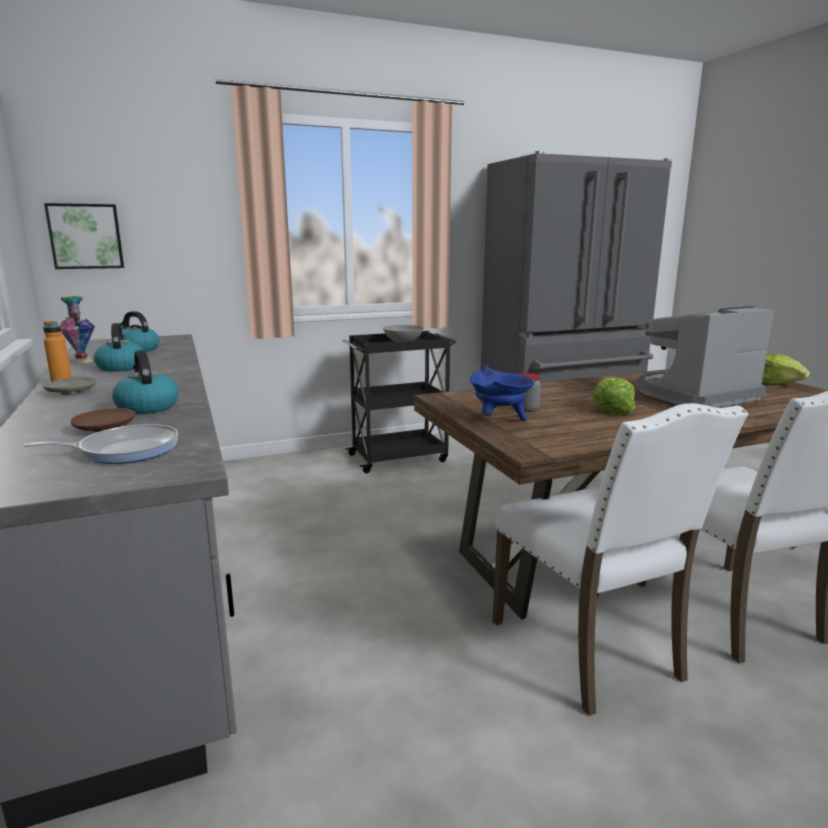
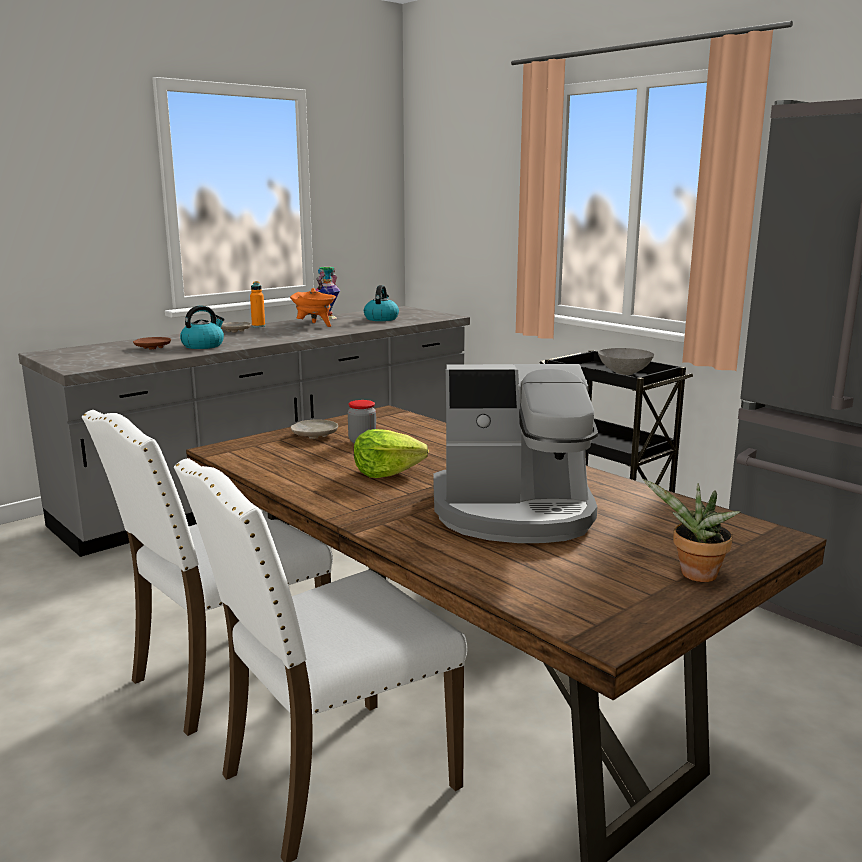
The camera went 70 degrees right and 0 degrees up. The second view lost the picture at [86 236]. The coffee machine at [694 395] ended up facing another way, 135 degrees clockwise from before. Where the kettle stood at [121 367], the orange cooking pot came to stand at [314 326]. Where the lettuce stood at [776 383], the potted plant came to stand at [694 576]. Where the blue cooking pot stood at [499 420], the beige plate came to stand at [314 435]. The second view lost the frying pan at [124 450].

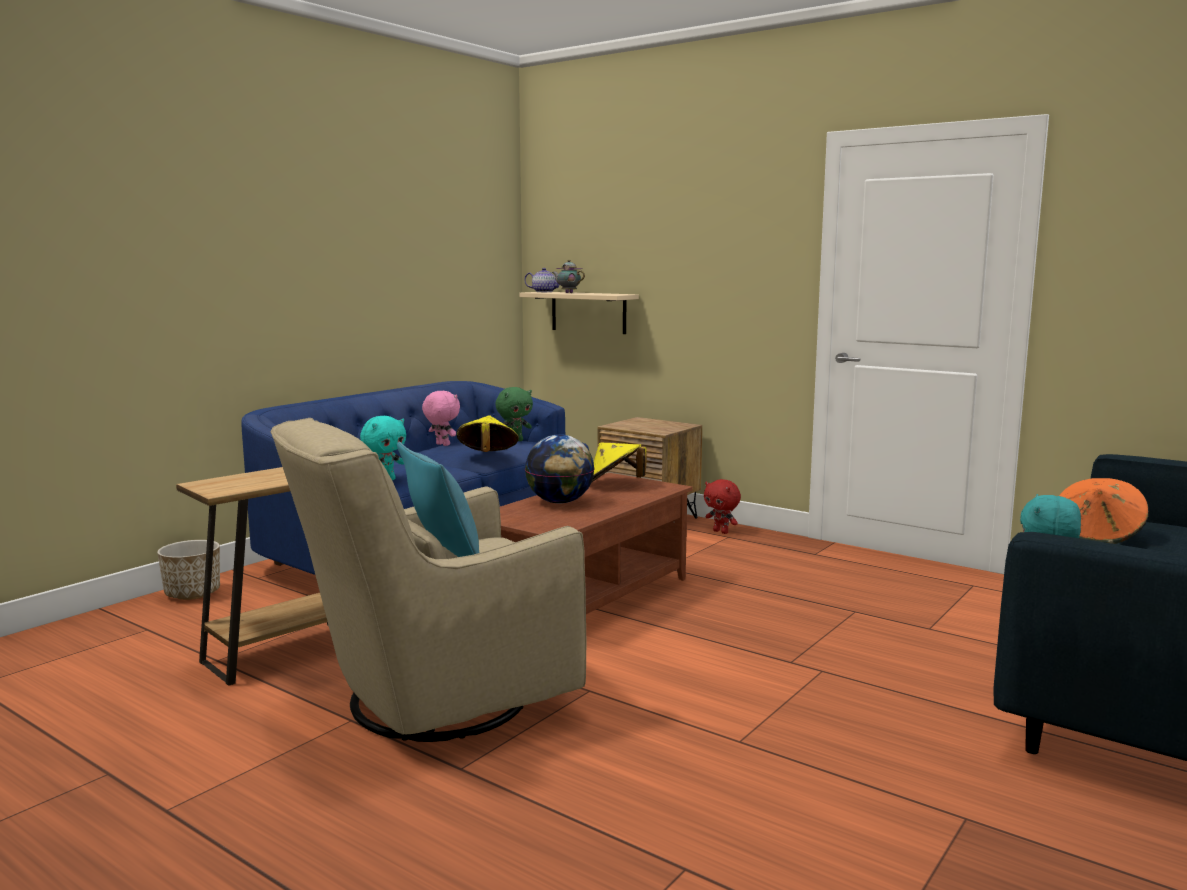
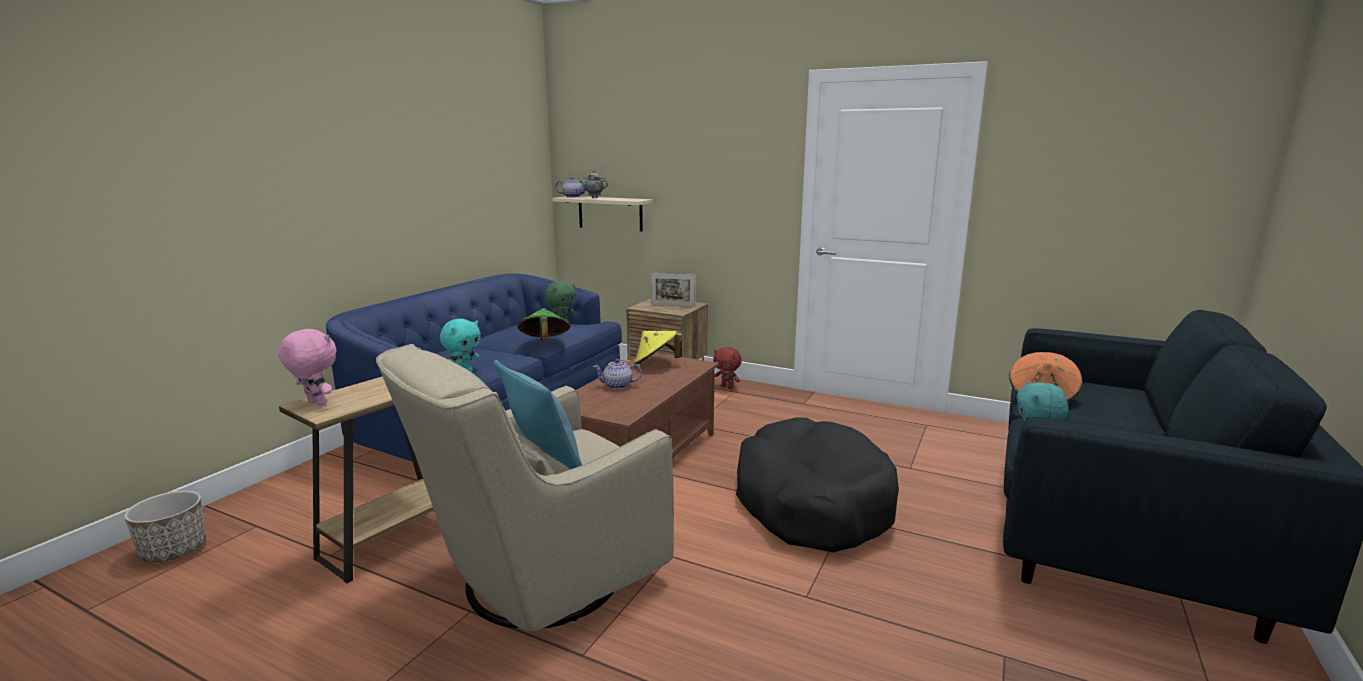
The camera went 10 degrees left and 5 degrees up. The pink plush toy ended up elsewhere, having gone from [442 445] to [315 403]. What was the yellow hat at [487 456] turned into the green hat at [544 342]. Where the globe stood at [559 502], the teapot came to stand at [618 386]. The planter ended up elsewhere, having gone from [193 594] to [174 550]. The second view gained the picture frame at [672 305]. The second view gained the black dog bed at [812 502].

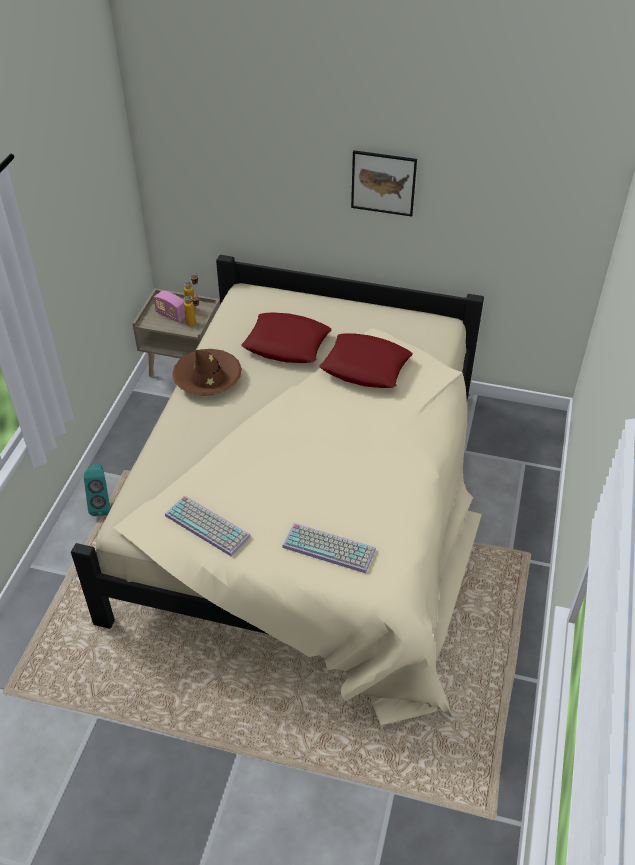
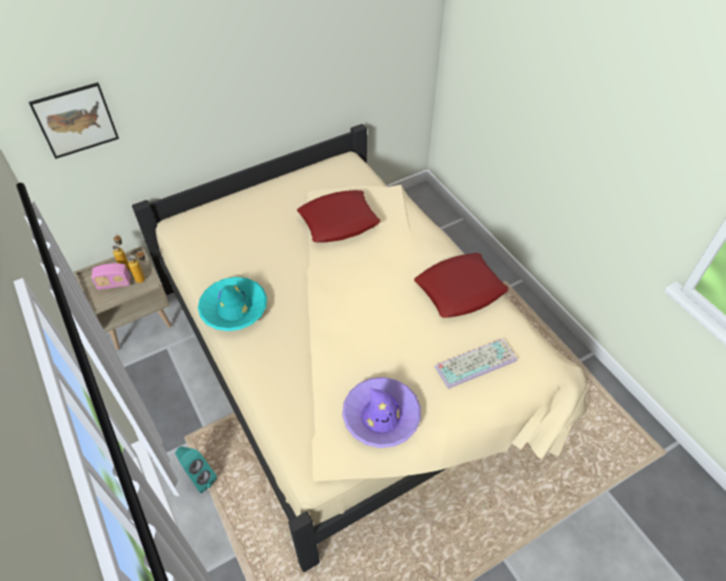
The camera went 45 degrees left and 5 degrees up. The picture ended up elsewhere, having gone from [383 183] to [75 120]. The red pillow ended up elsewhere, having gone from [287 344] to [460 290]. What was the brown hat at [207 378] turned into the turquoise hat at [234 309]. Where the keyboard stood at [209 525], the purple hat came to stand at [381 416].

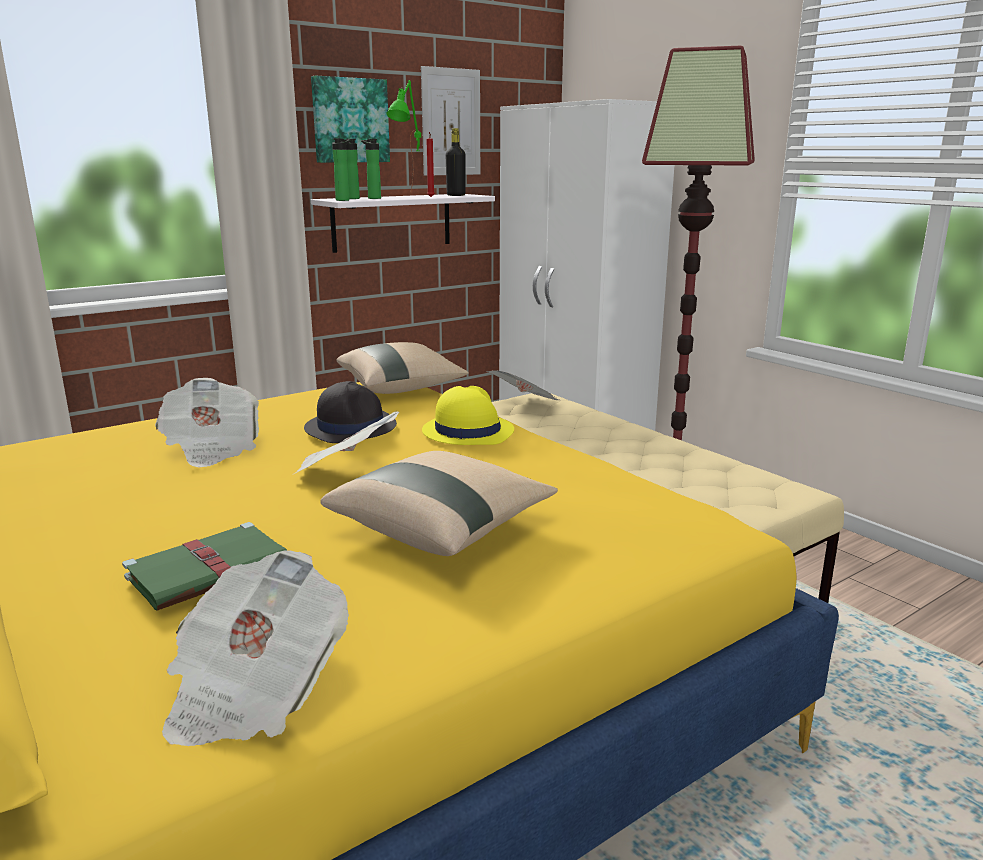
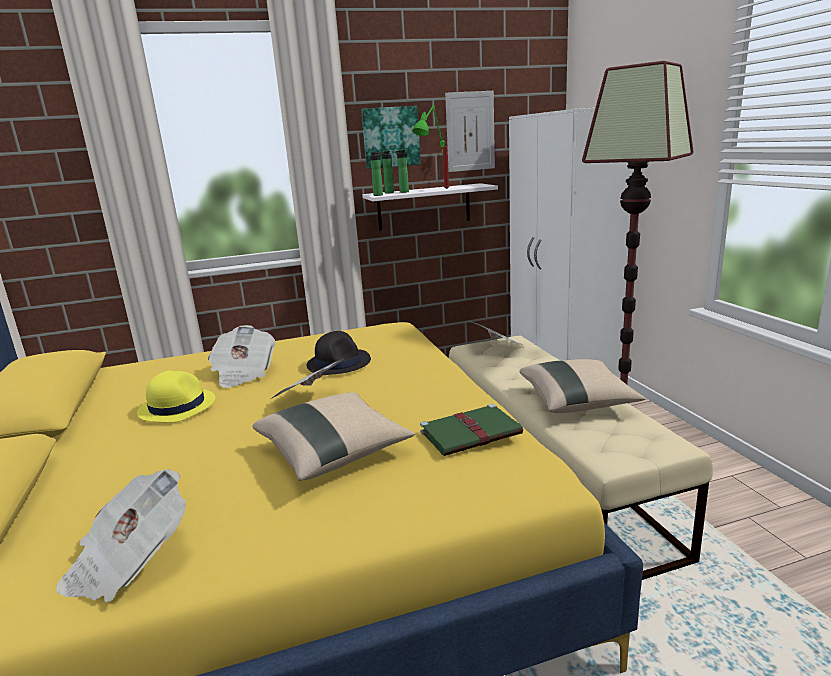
The camera went 20 degrees right and 0 degrees up. The second view lost the black bottle at [456 195]. The beige pillow ended up elsewhere, having gone from [401 388] to [577 402]. The yellow hat ended up elsewhere, having gone from [467 431] to [177 406]. The green book ended up elsewhere, having gone from [211 570] to [472 433].

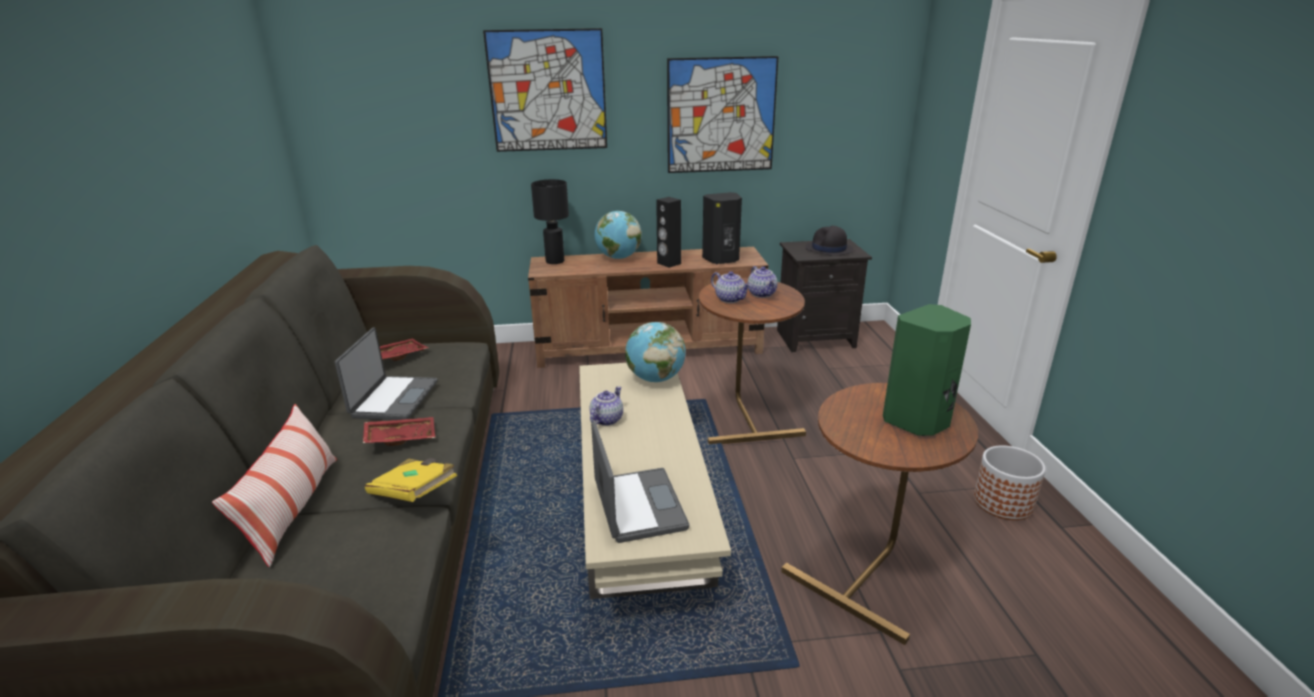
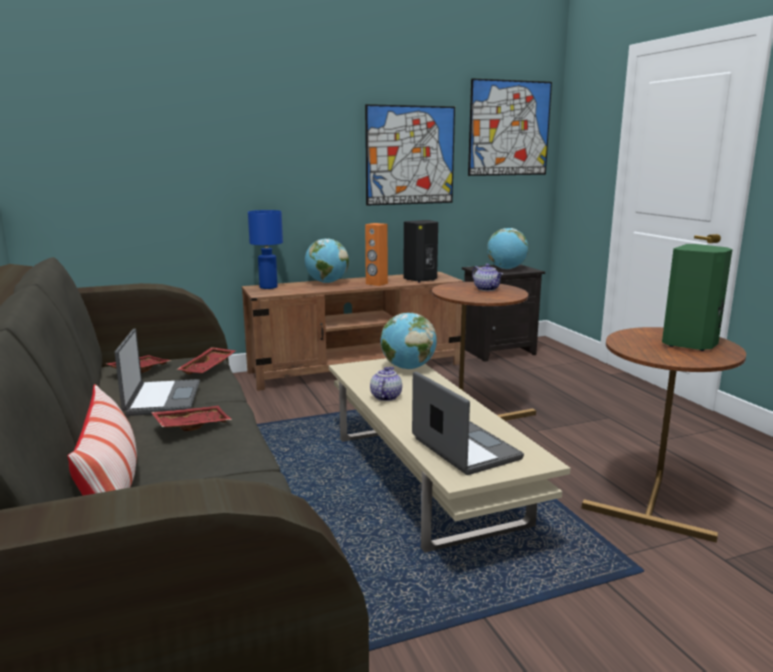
The camera went 15 degrees left and 10 degrees down. The picture ended up elsewhere, having gone from [548 91] to [509 128]. What was the black table lamp at [555 261] turned into the blue table lamp at [269 287]. What was the black speaker at [668 263] turned into the orange speaker at [376 283]. Where the black hat stood at [828 249], the globe came to stand at [506 269]. The second view lost the teapot at [730 299]. The second view lost the planter at [1002 503]. The second view lost the yellow book at [415 493]. The second view gained the red tray at [208 367].

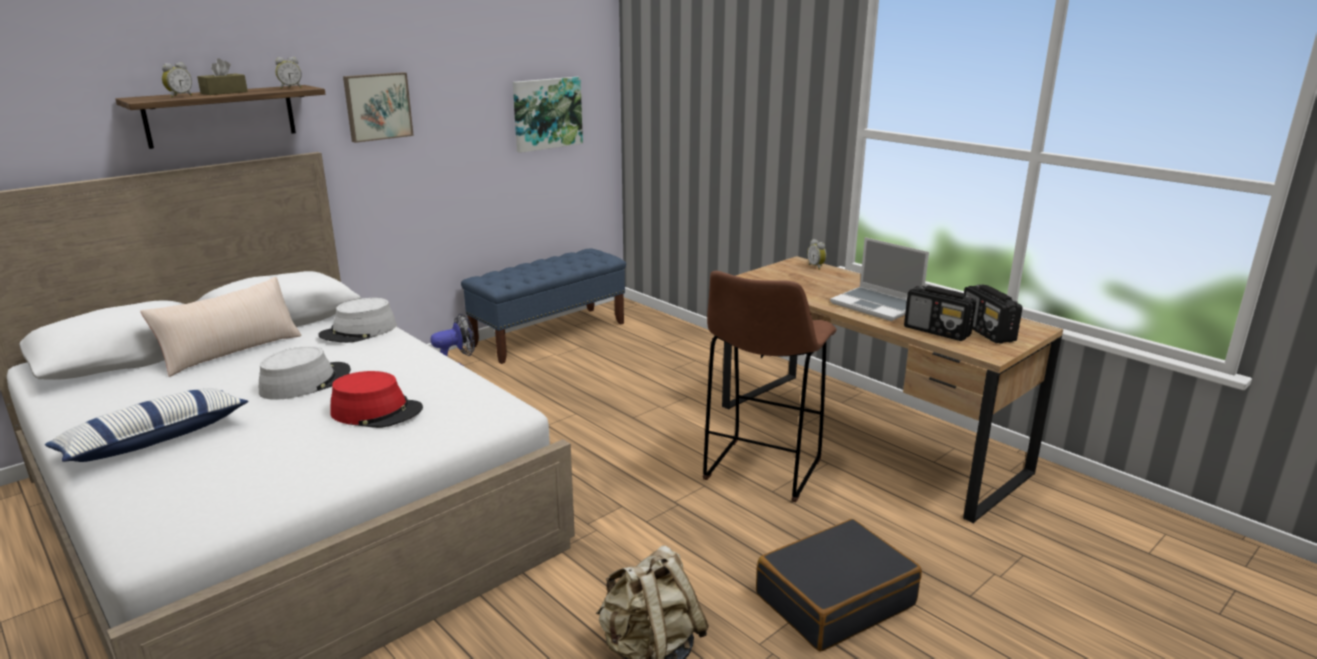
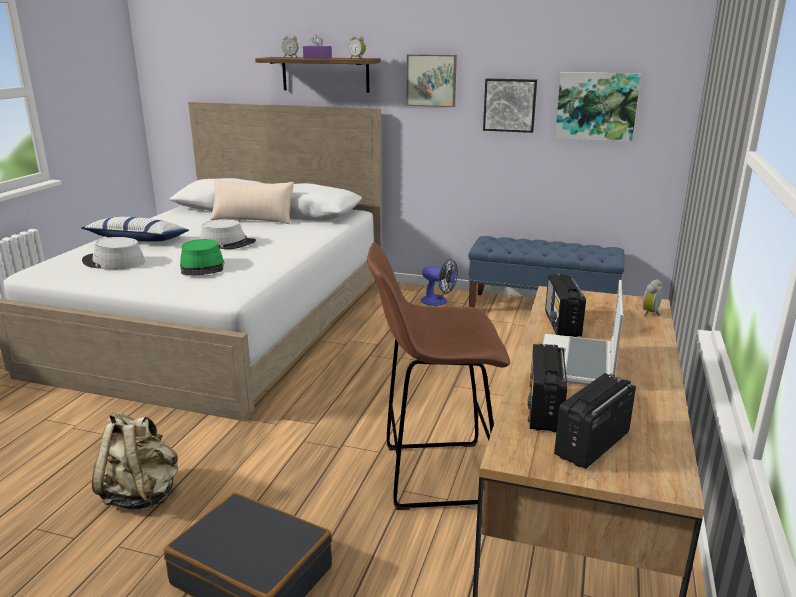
The camera went 60 degrees right and 0 degrees up. What was the brown tissue box at [224 92] turned into the purple tissue box at [317 58]. The grey hat ended up elsewhere, having gone from [359 331] to [113 262]. What was the red hat at [377 411] turned into the green hat at [202 267]. The second view gained the picture at [510 105]. The second view gained the radio at [562 324].

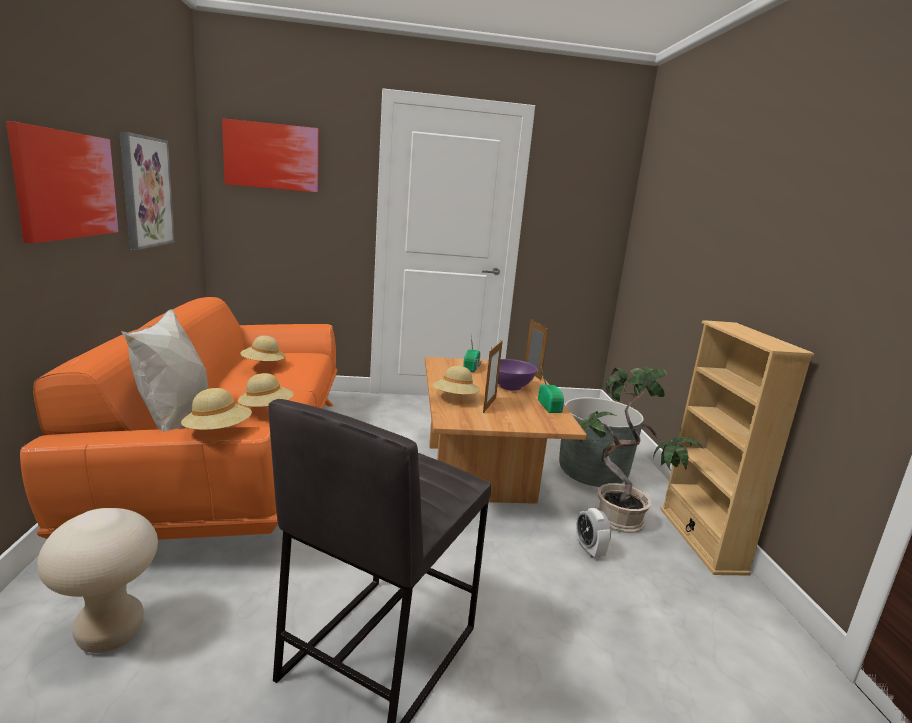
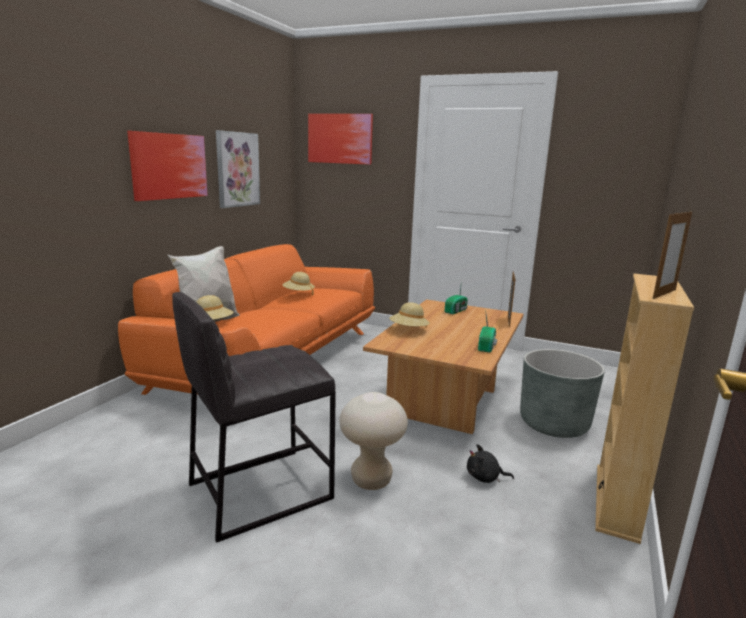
The camera went 30 degrees right and 0 degrees up. The picture frame ended up elsewhere, having gone from [489 405] to [664 294]. The second view lost the purple bowl at [510 386]. The second view lost the potted plant at [617 519]. The second view lost the beige hat at [266 409]. The beige stool ended up elsewhere, having gone from [110 634] to [371 480]. Where the alarm clock stood at [589 549], the black plush toy came to stand at [485 478].

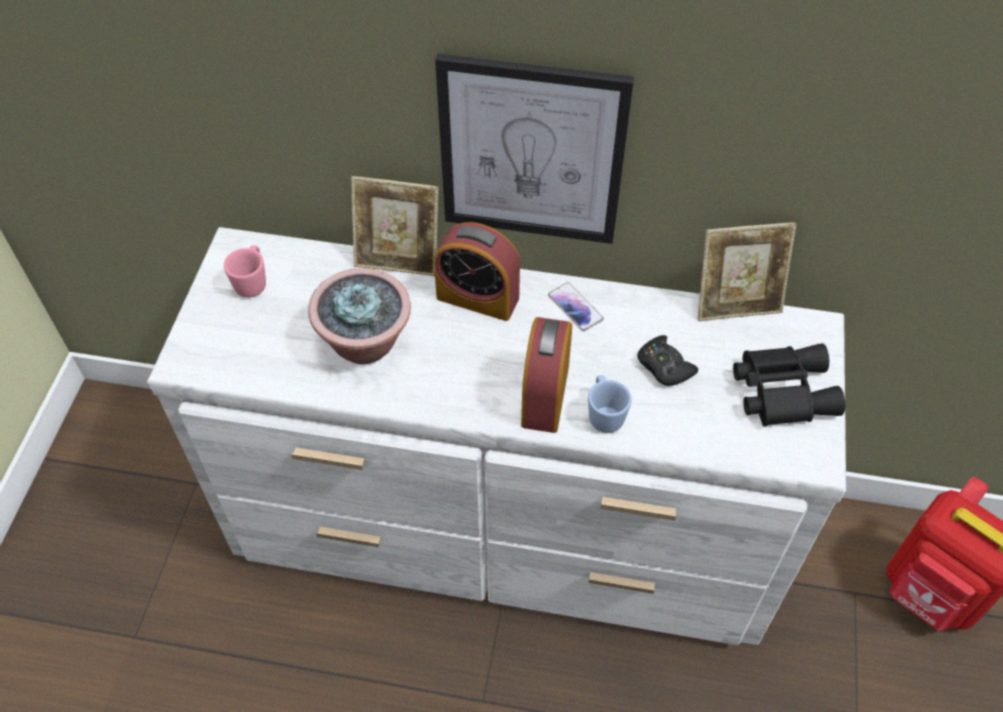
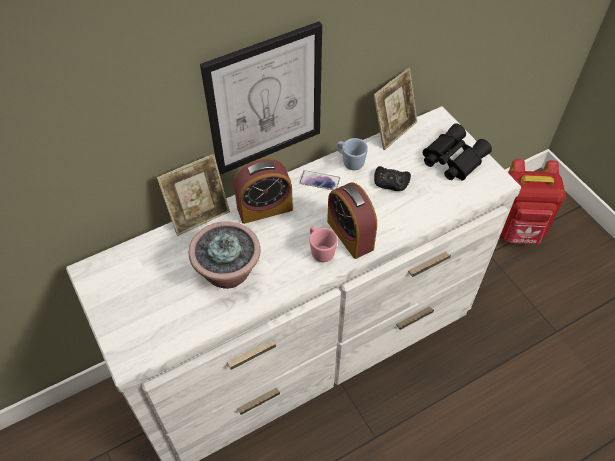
The camera went 40 degrees left and 0 degrees up. The pink mug ended up elsewhere, having gone from [253 282] to [320 251]. The blue mug ended up elsewhere, having gone from [604 414] to [350 162].

